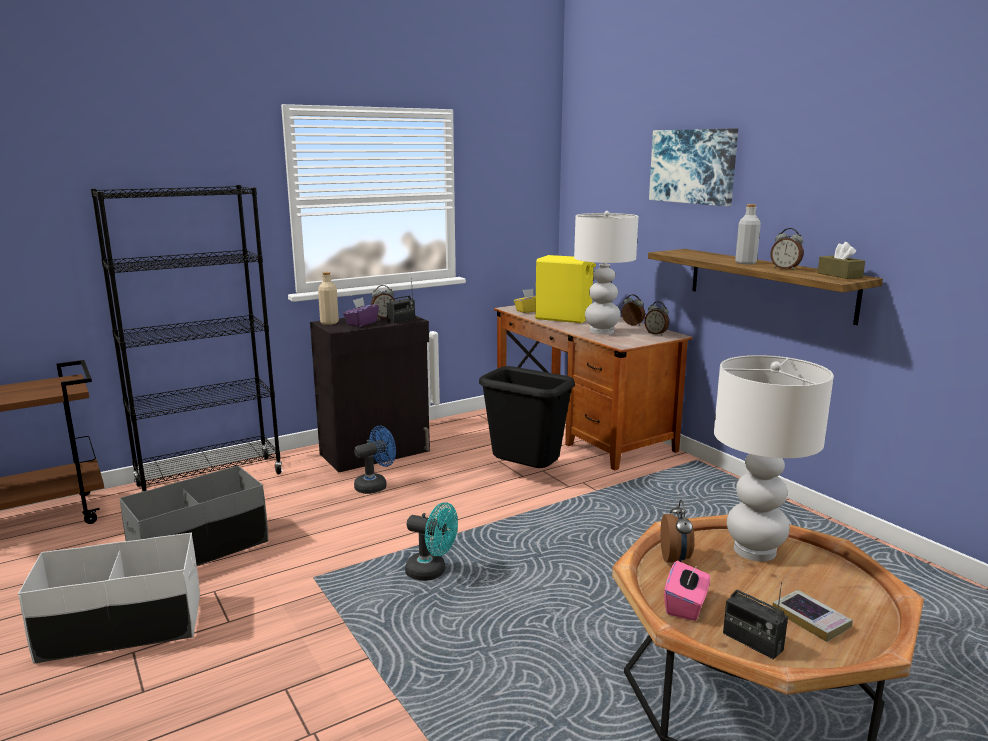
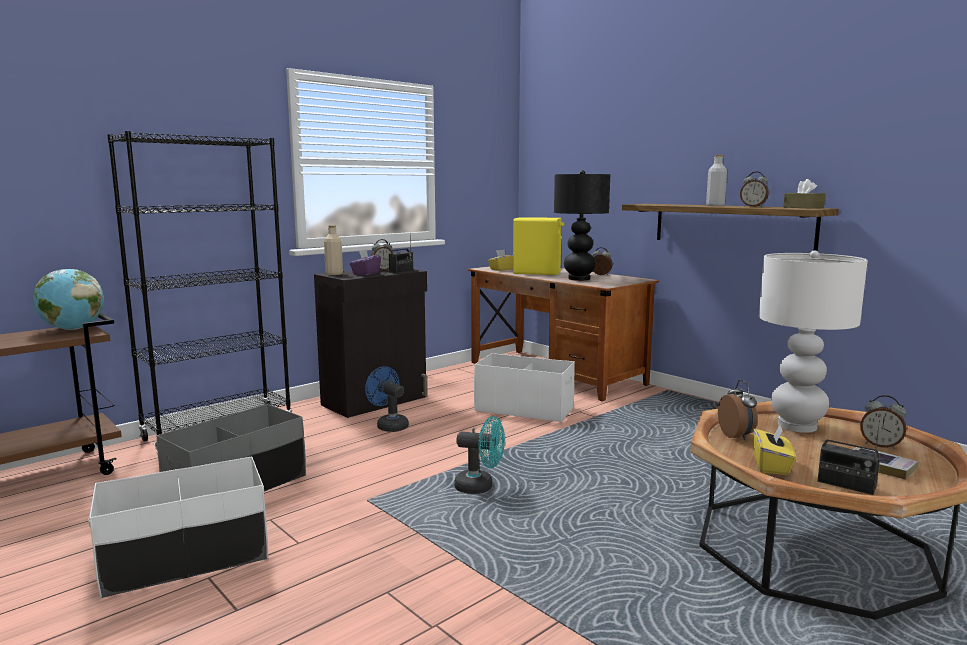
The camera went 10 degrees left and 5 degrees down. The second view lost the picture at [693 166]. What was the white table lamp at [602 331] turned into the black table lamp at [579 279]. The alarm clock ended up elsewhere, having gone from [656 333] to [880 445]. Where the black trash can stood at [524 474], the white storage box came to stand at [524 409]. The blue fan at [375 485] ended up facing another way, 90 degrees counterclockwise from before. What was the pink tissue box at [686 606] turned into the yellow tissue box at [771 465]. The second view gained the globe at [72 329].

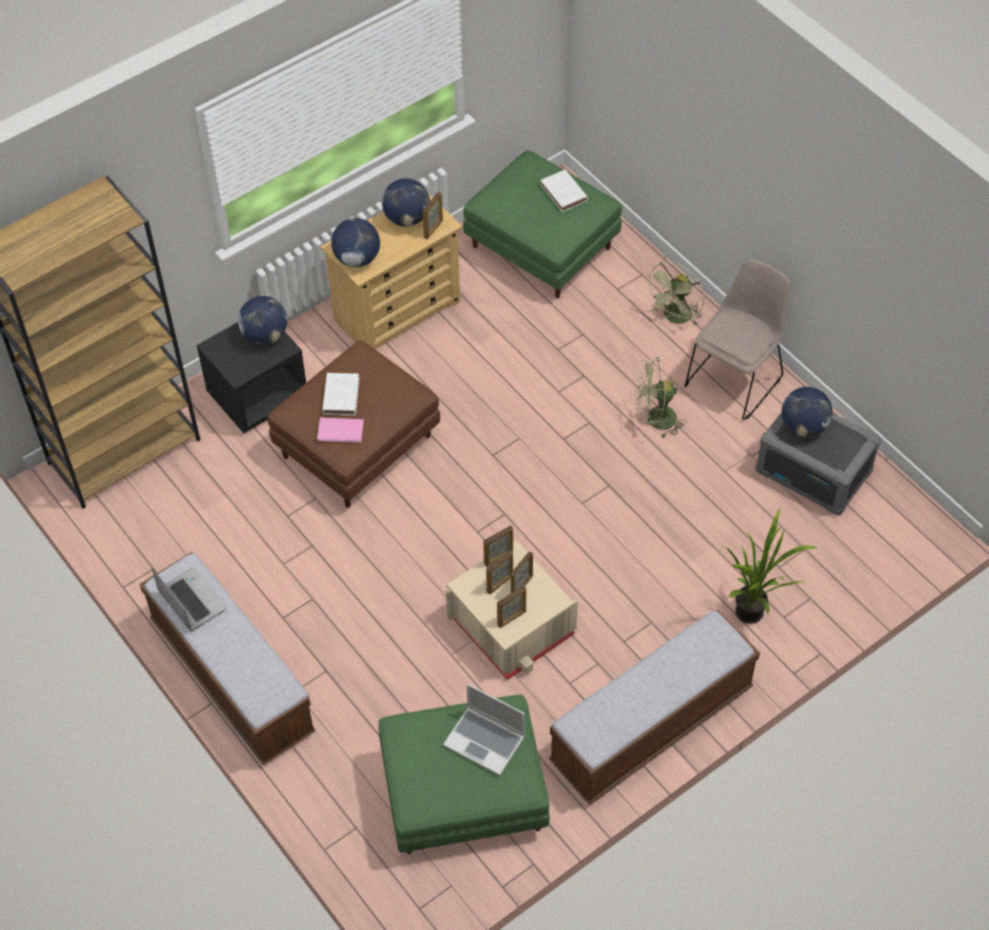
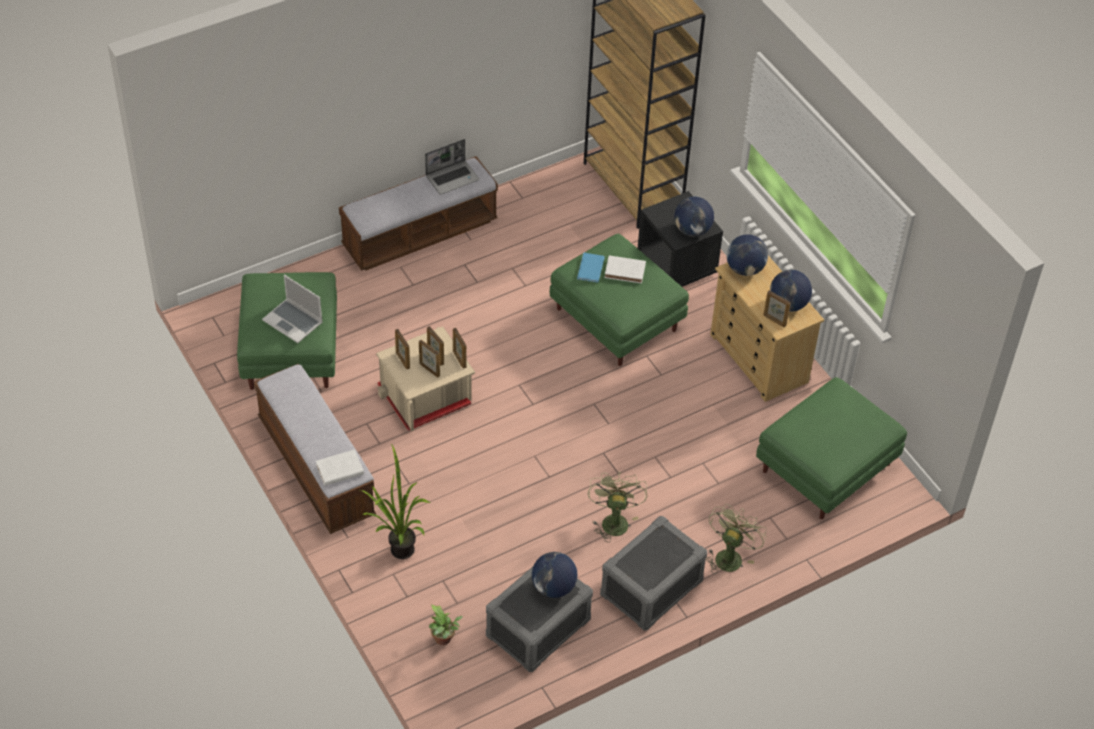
The camera went 95 degrees right and 5 degrees down. The white book ended up elsewhere, having gone from [564 194] to [338 470]. Where the beige chair stood at [735 379], the grey storage box came to stand at [651 588]. The green fan at [675 318] ended up facing another way, 75 degrees clockwise from before. What was the brown ottoman at [358 445] turned into the green ottoman at [617 320]. What was the pink book at [341 431] turned into the blue book at [589 269]. The laptop at [485 741] ended up facing another way, 90 degrees counterclockwise from before. The second view gained the potted plant at [444 640].

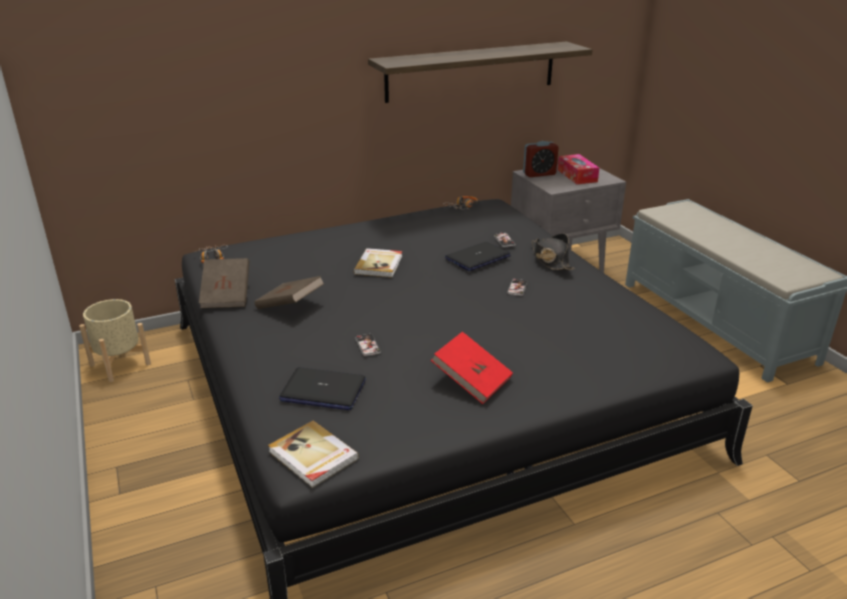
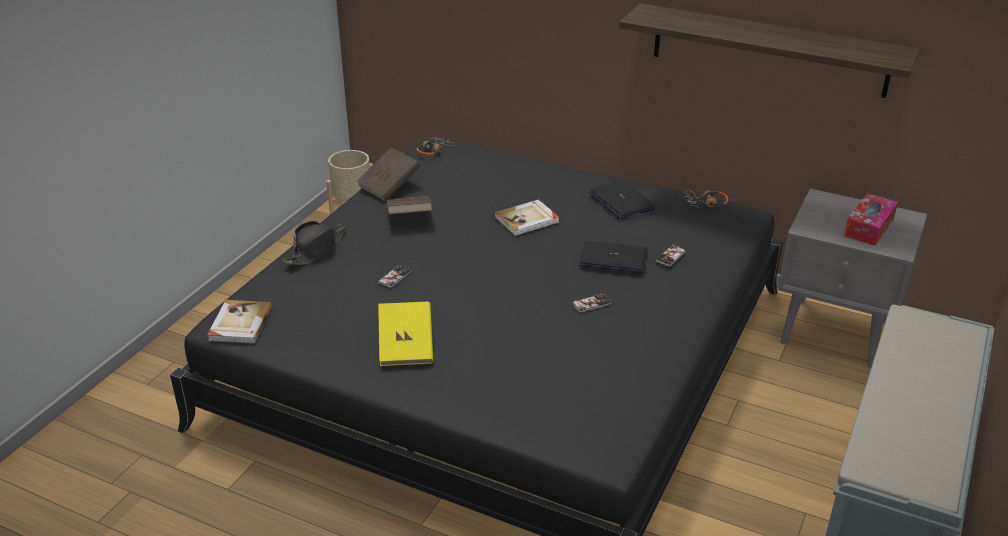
The camera went 50 degrees right and 5 degrees up. The second view lost the alarm clock at [539 174]. The black hat ended up elsewhere, having gone from [550 260] to [316 249]. What was the red book at [472 381] turned into the yellow book at [406 347]. The laptop ended up elsewhere, having gone from [322 390] to [621 201].

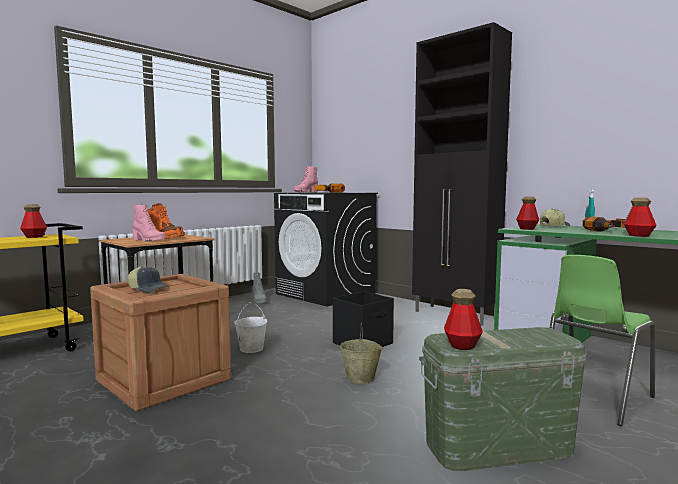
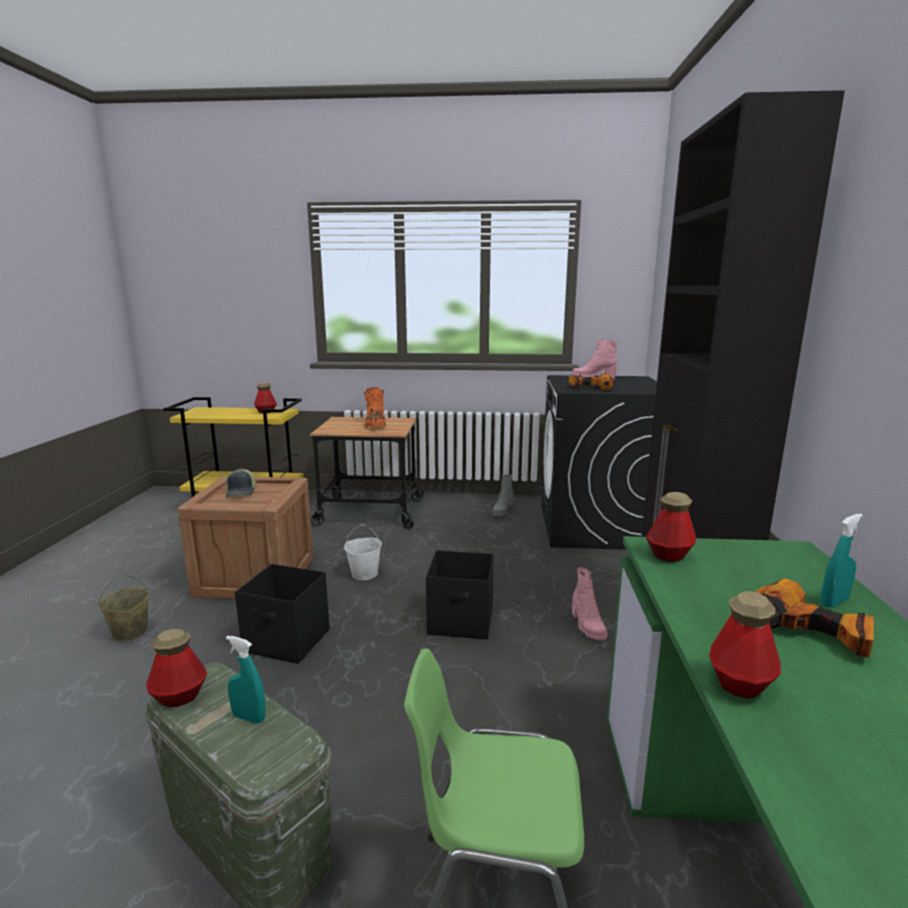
The camera went 50 degrees right and 10 degrees up. The pink boot ended up elsewhere, having gone from [148 240] to [587 626]. The second view lost the cap at [553 226]. The beige bucket ended up elsewhere, having gone from [361 378] to [130 633]. The second view gained the black storage box at [287 641]. The second view gained the turquoise spray bottle at [249 717].

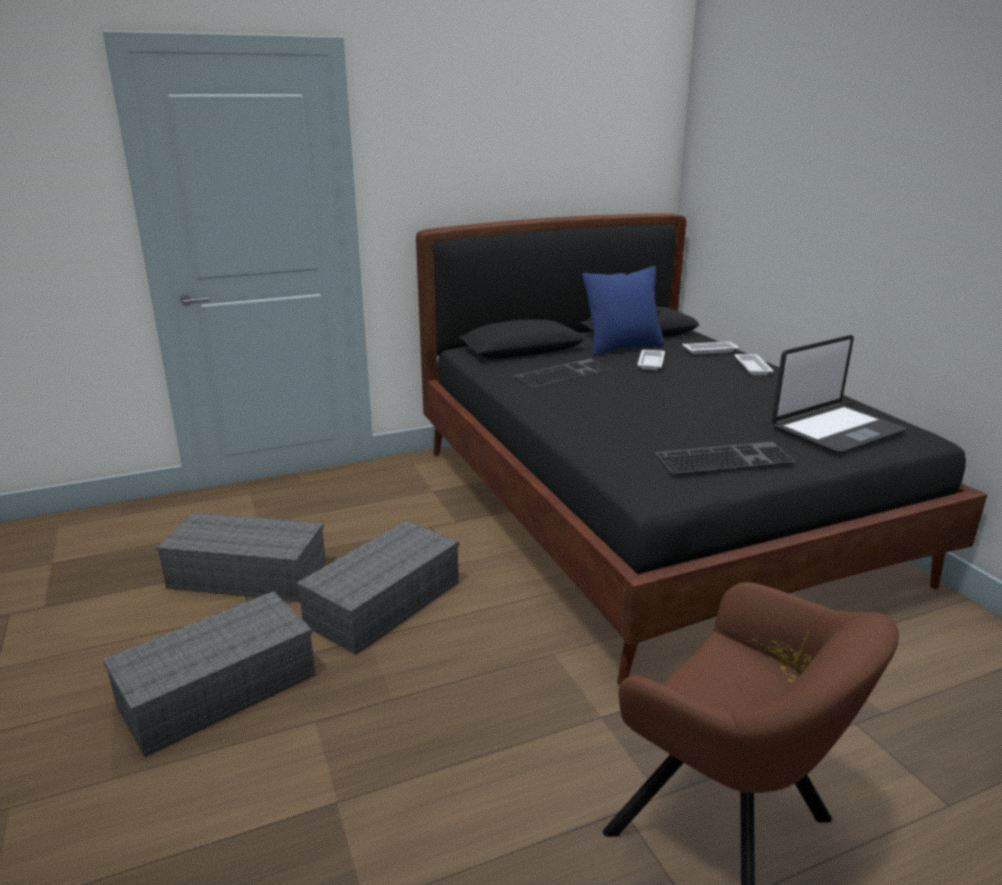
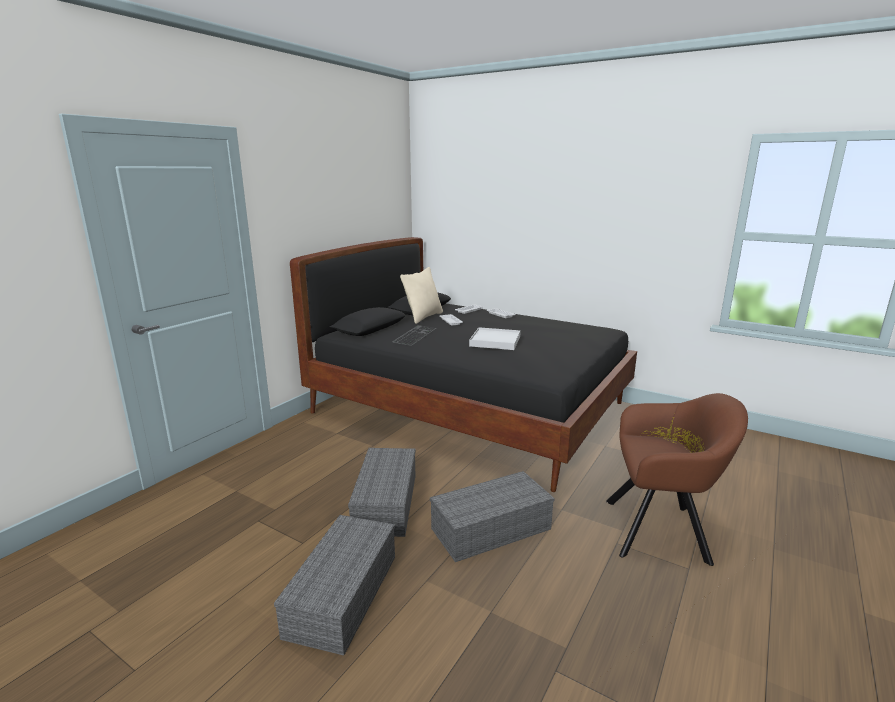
The camera went 35 degrees left and 5 degrees down. What was the blue pillow at [622 348] turned into the beige pillow at [423 317]. The second view lost the laptop at [835 430]. The second view lost the keyboard at [724 457]. The grey storage box ended up elsewhere, having gone from [245 576] to [490 530]. The second view gained the white tray at [495 341].

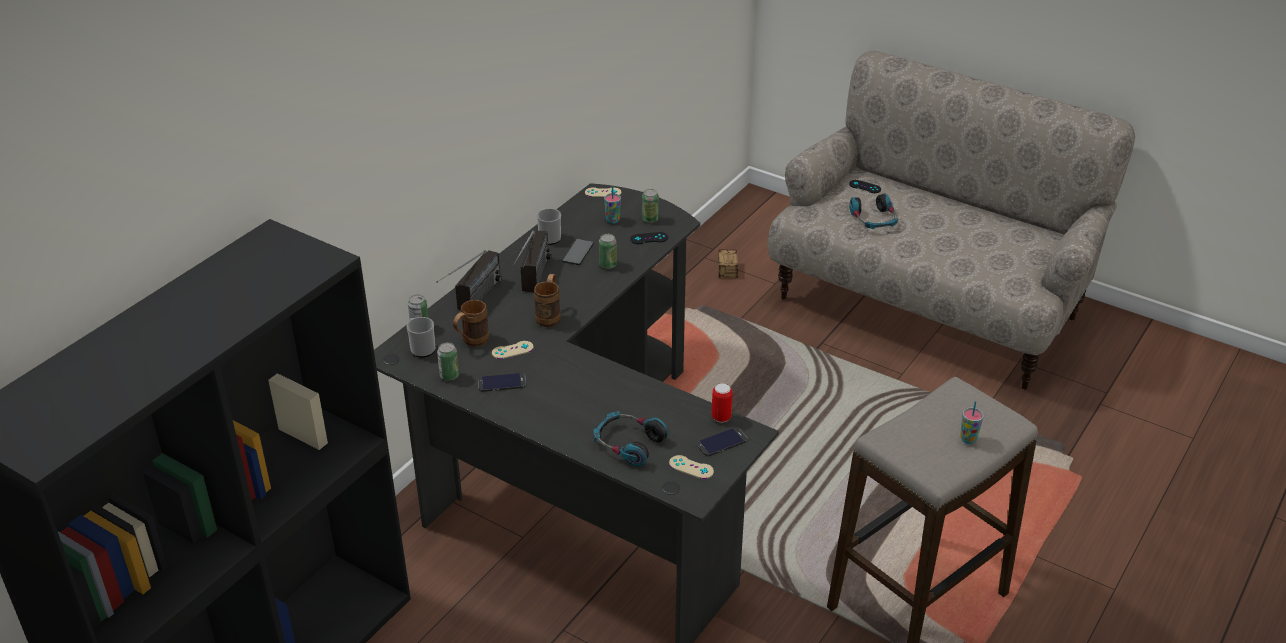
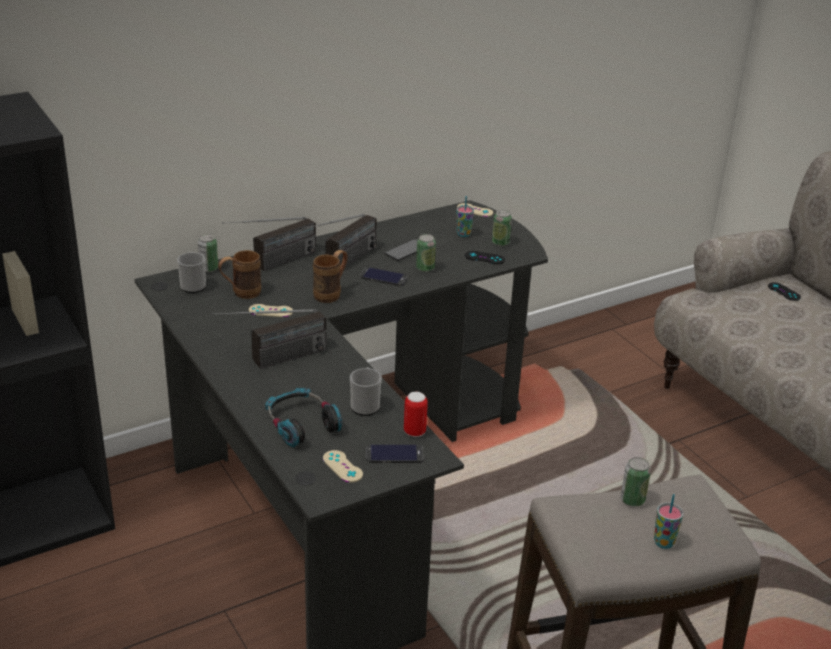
The camera went 25 degrees right and 5 degrees down. The second view lost the headphones at [873 220]. The mug ended up elsewhere, having gone from [549 237] to [365 405]. The second view lost the storage box at [728 281]. The can ended up elsewhere, having gone from [449 376] to [632 500]. The phone ended up elsewhere, having gone from [502 383] to [383 277]. The second view gained the radio at [272 361].

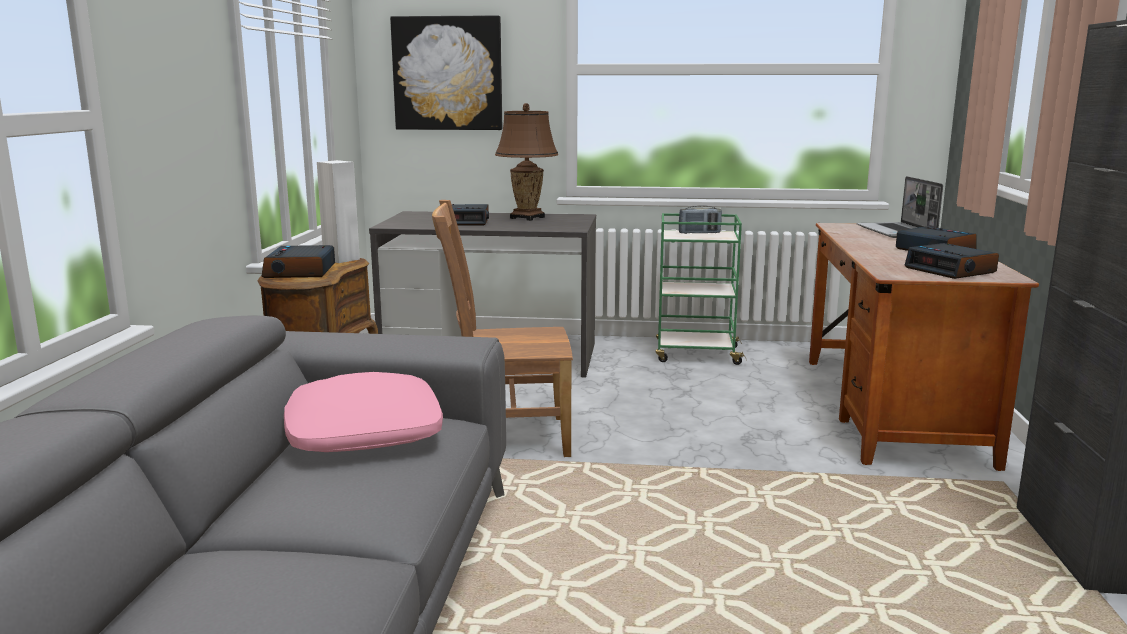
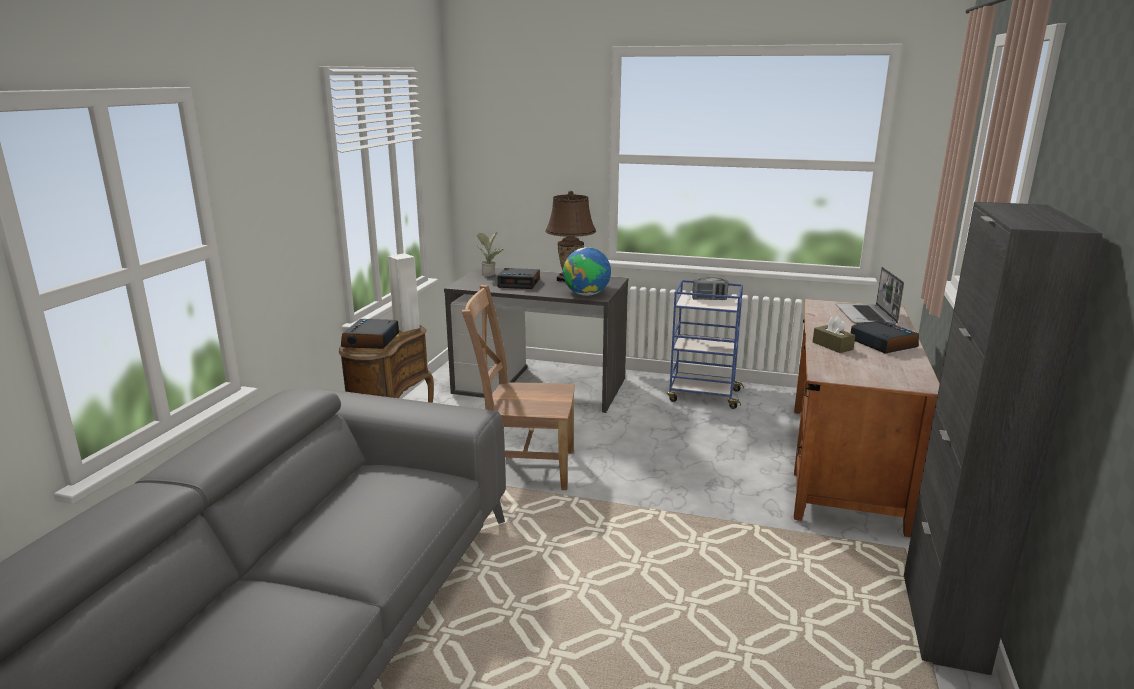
The camera went 10 degrees right and 5 degrees up. The second view lost the picture at [448 73]. What was the green cart at [695 354] turned into the blue cart at [703 396]. The second view lost the alarm clock at [951 270]. The second view lost the pink pillow at [362 433]. The second view gained the potted plant at [490 274]. The second view gained the globe at [586 294]. The second view gained the brown tissue box at [832 346].

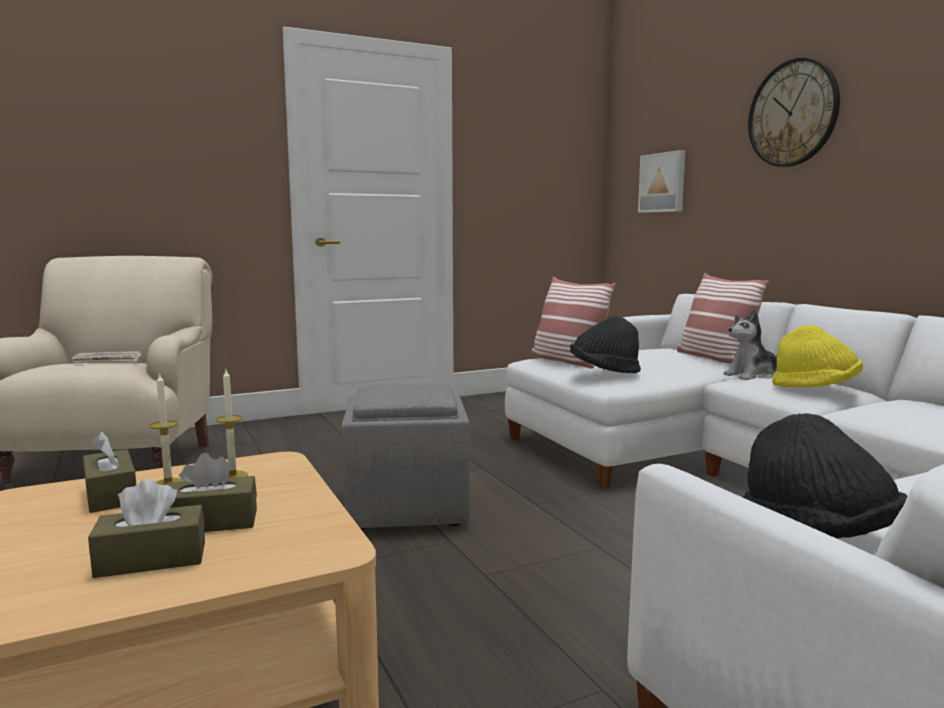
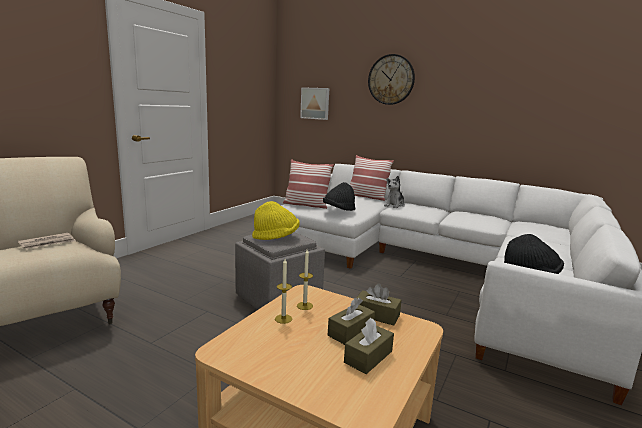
The camera went 35 degrees left and 5 degrees up. The yellow hat ended up elsewhere, having gone from [815 388] to [276 237]. The brown tissue box ended up elsewhere, having gone from [111 495] to [376 315].

